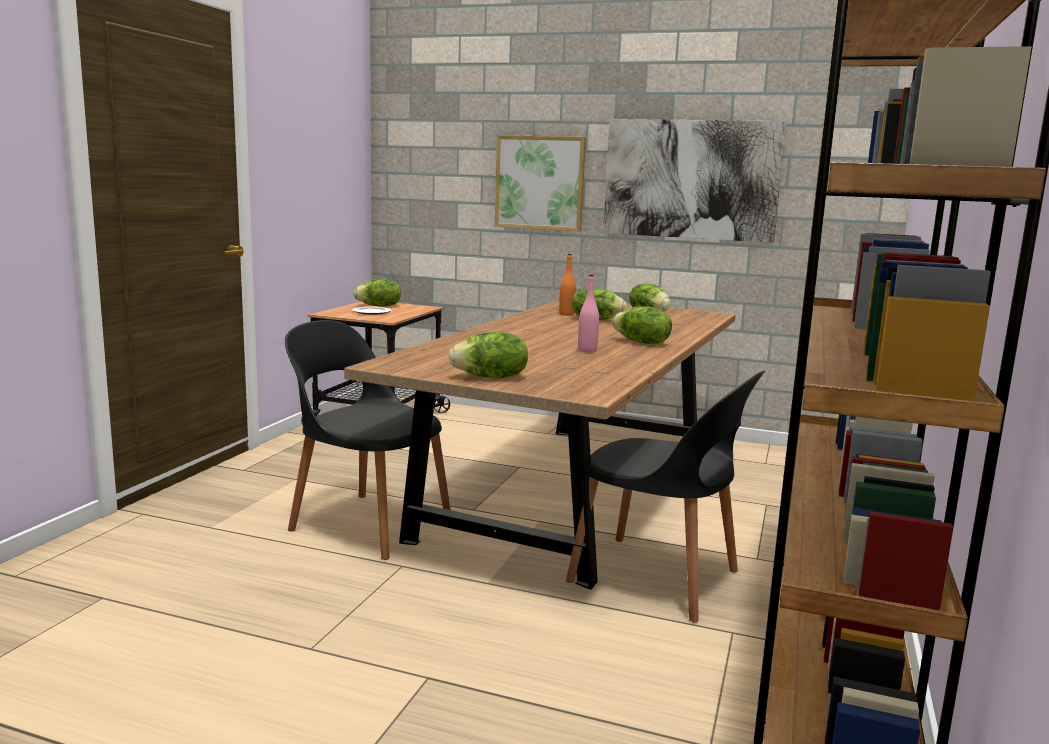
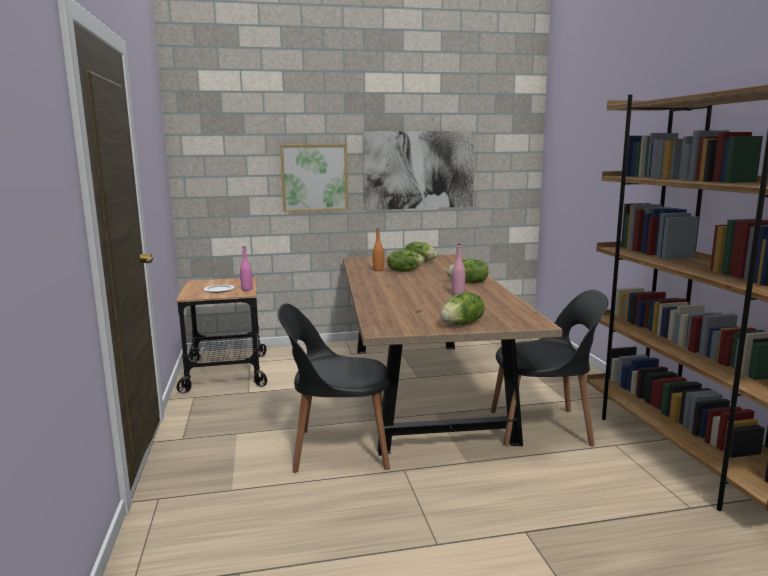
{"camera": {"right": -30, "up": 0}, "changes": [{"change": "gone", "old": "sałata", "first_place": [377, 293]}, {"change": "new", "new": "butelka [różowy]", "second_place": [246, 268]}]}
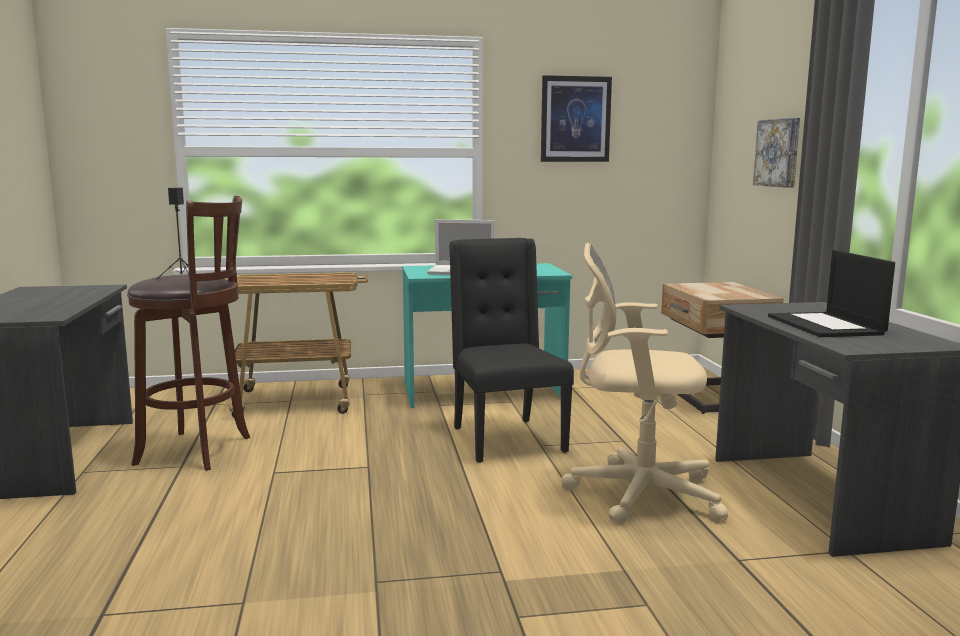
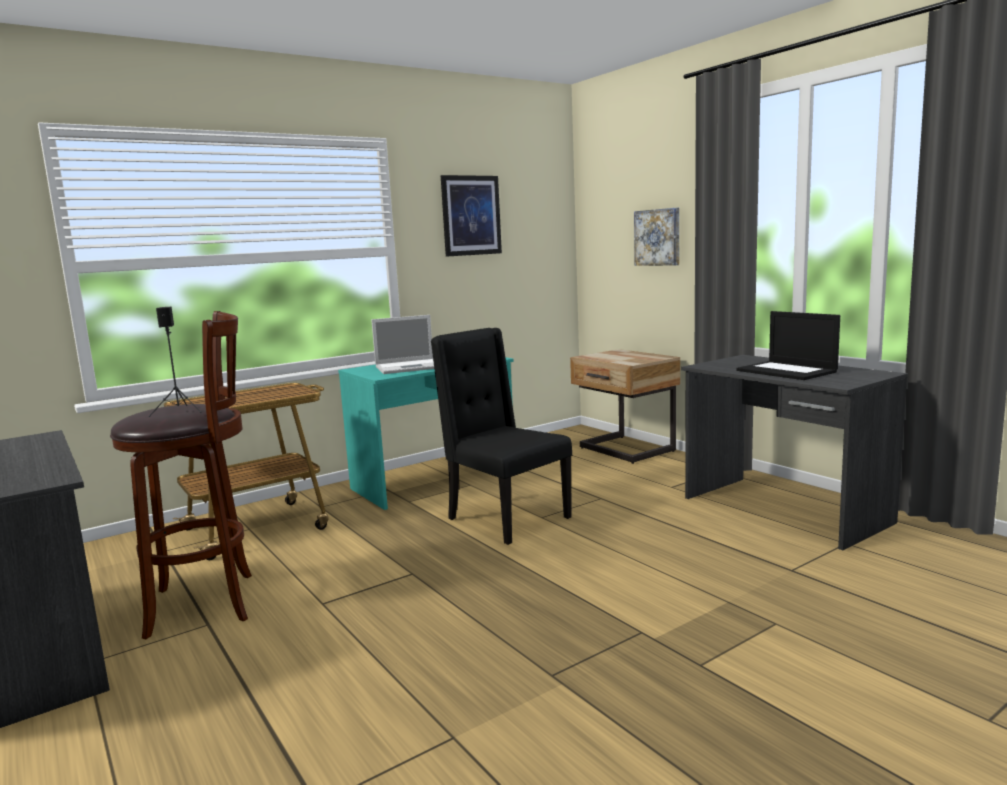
{"camera": {"right": -25, "up": 0}, "changes": [{"change": "gone", "old": "krzesło biurowe [beżowy]", "first_place": [644, 384]}]}
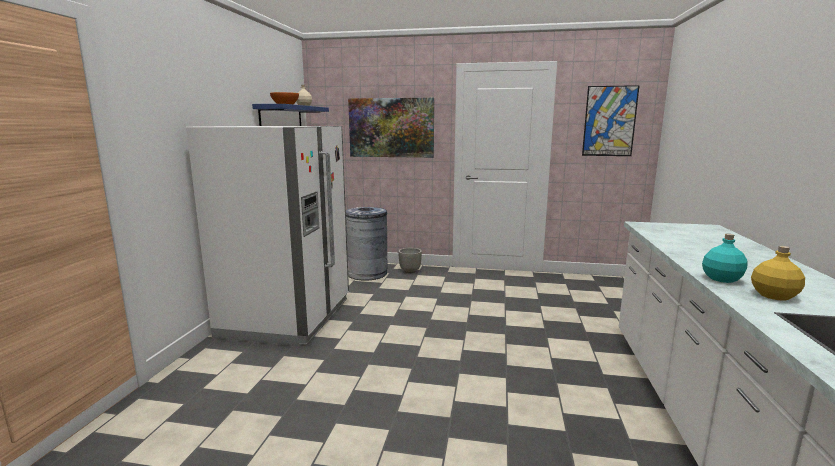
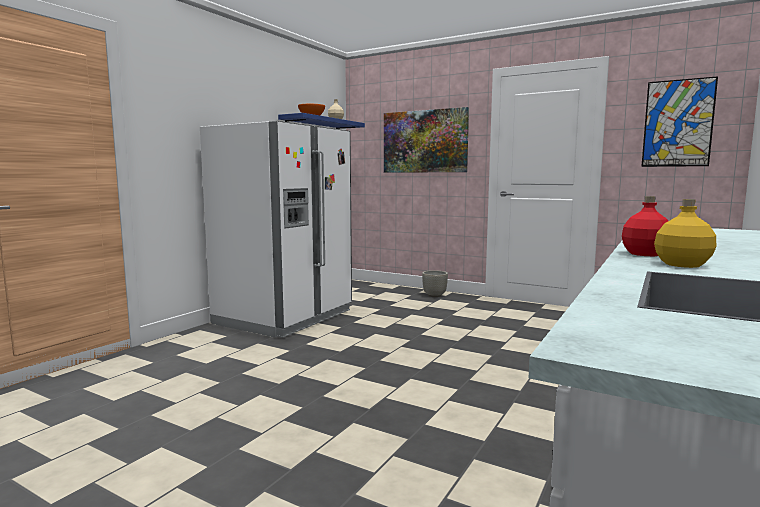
{"camera": {"right": 20, "up": -5}, "changes": [{"change": "gone", "old": "kosz na śmieci [szary]", "first_place": [367, 244]}, {"change": "repainted", "old": "butelka [turkusowy]", "new": "butelka [czerwony]", "first_place": [725, 258], "second_place": [645, 226]}]}
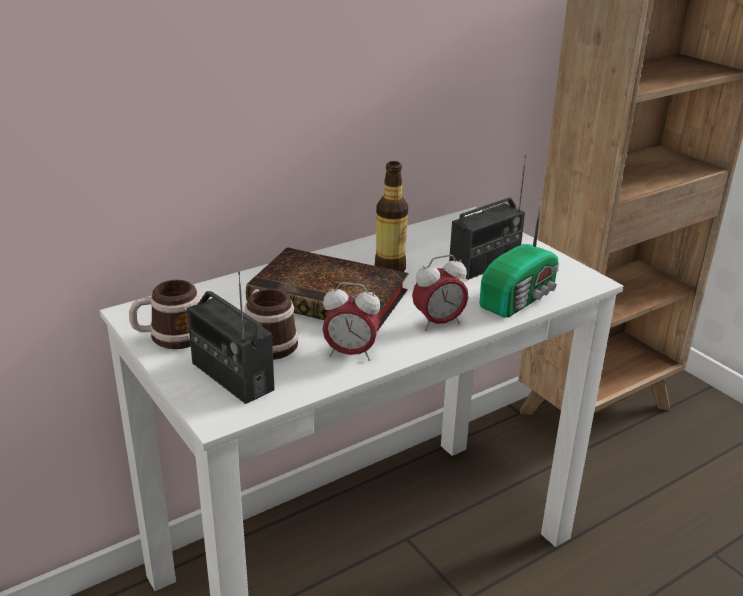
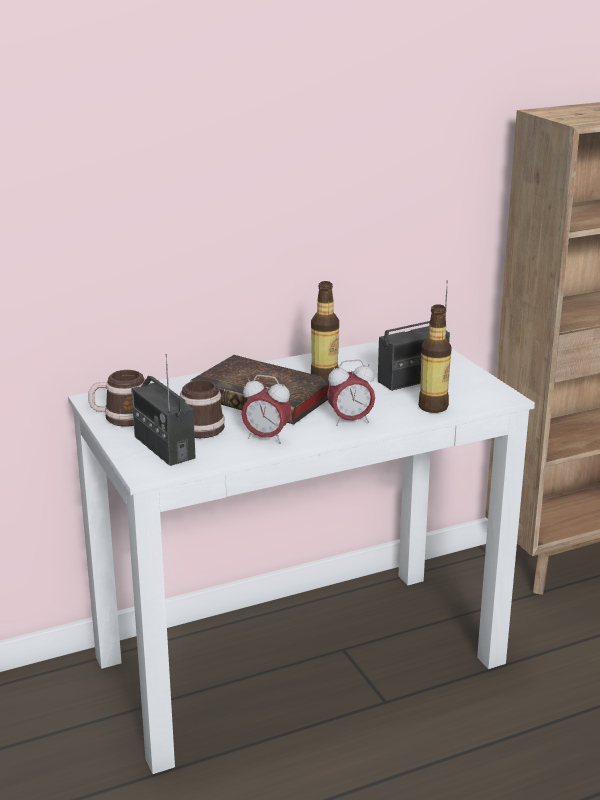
{"camera": {"right": 10, "up": -5}, "changes": [{"change": "swapped", "old": "radio", "new": "butelka", "first_place": [519, 259], "second_place": [435, 358]}]}
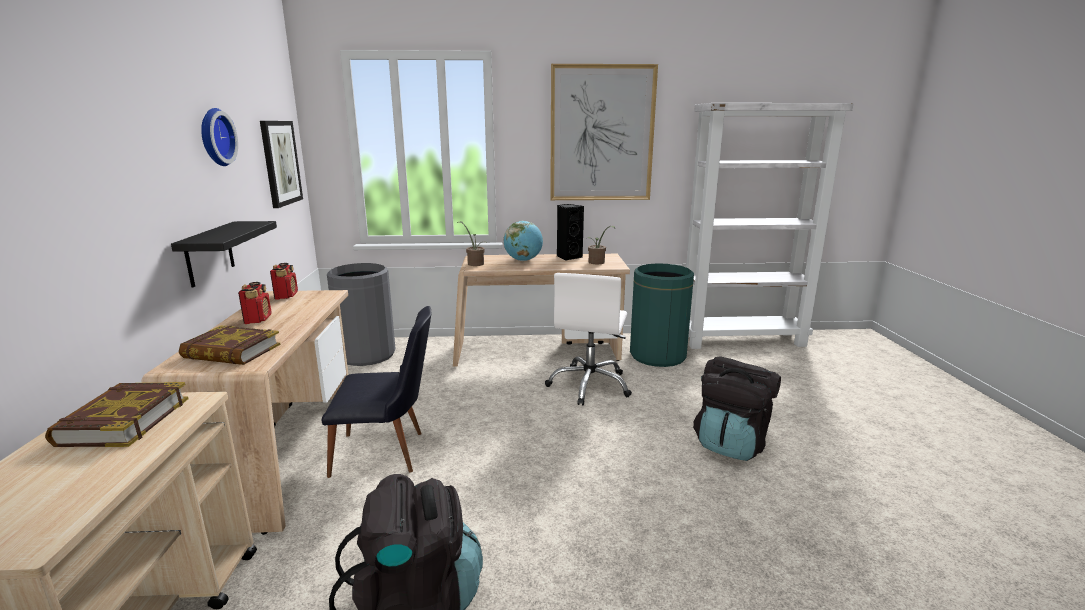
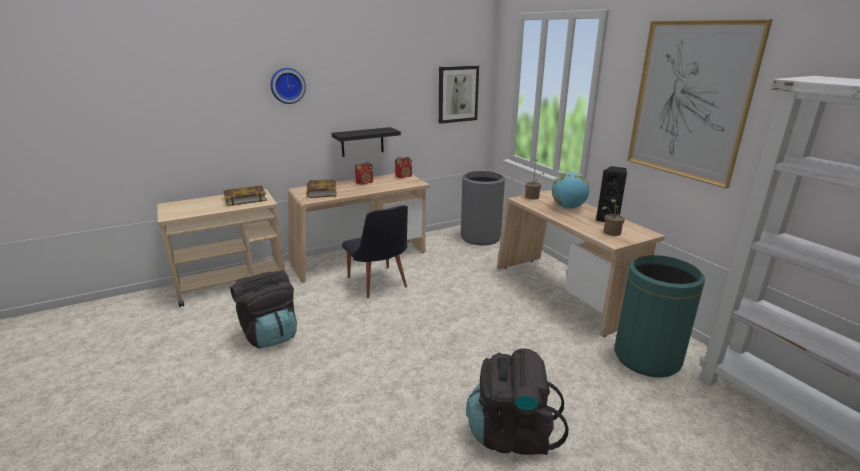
{"camera": {"right": 65, "up": 5}, "changes": [{"change": "gone", "old": "krzesło biurowe [biały]", "first_place": [588, 339]}, {"change": "shifted", "old": "zegar ścienny", "first_place": [219, 137], "second_place": [288, 86]}]}
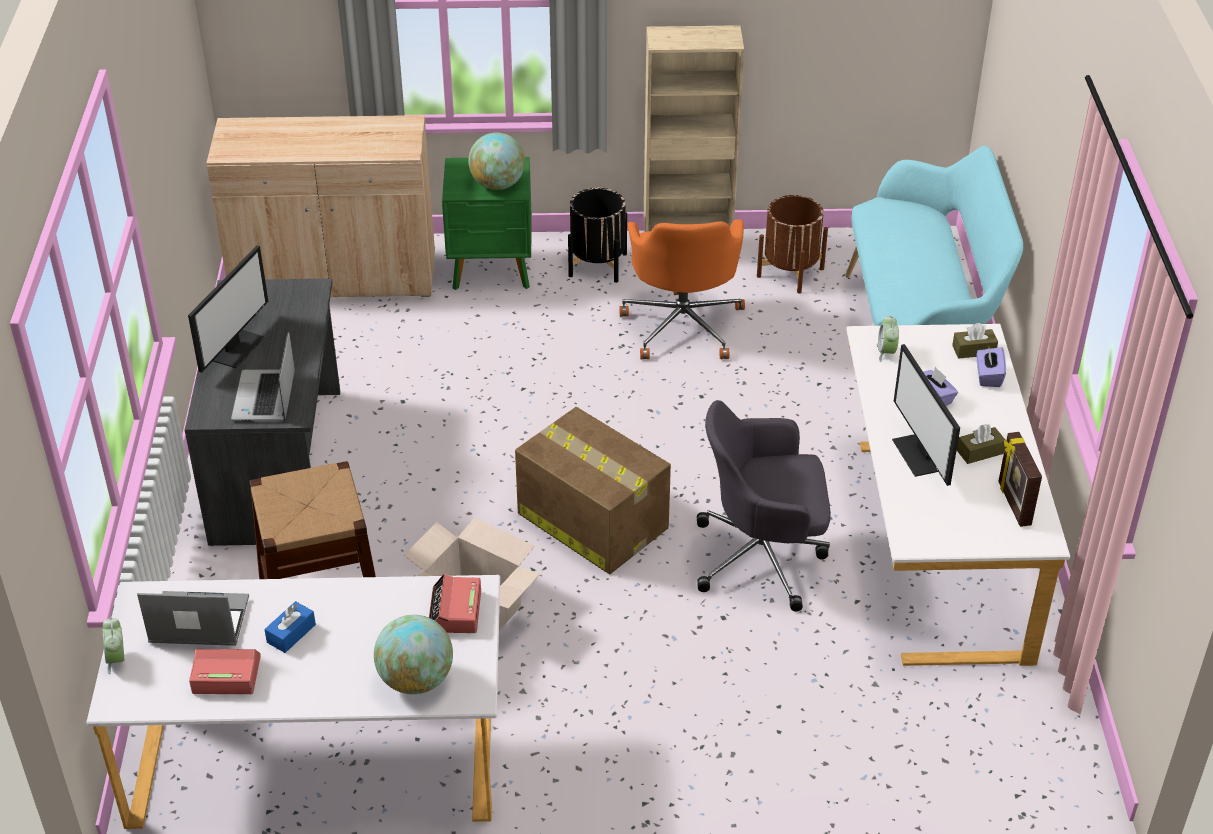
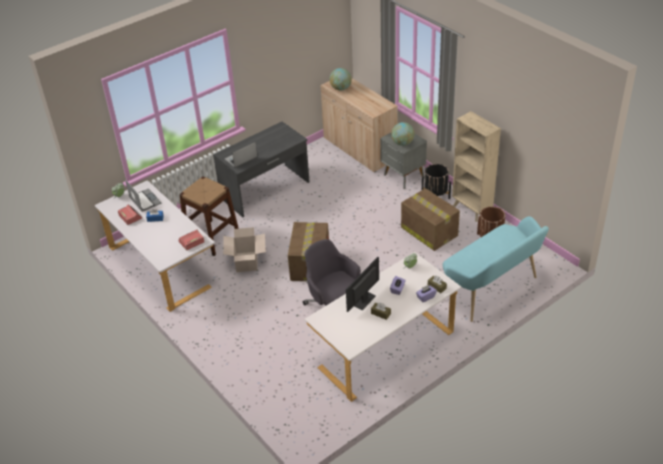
{"camera": {"right": 55, "up": 0}, "changes": [{"change": "gone", "old": "monitor", "first_place": [228, 309]}, {"change": "gone", "old": "ramka na zdjęcie", "first_place": [1020, 479]}, {"change": "shifted", "old": "globus", "first_place": [413, 654], "second_place": [340, 79]}, {"change": "swapped", "old": "krzesło biurowe [pomarańczowy]", "new": "karton", "first_place": [682, 289], "second_place": [430, 219]}, {"change": "repainted", "old": "szafka nocna [zielony]", "new": "szafka nocna [szary]", "first_place": [487, 223], "second_place": [403, 161]}]}
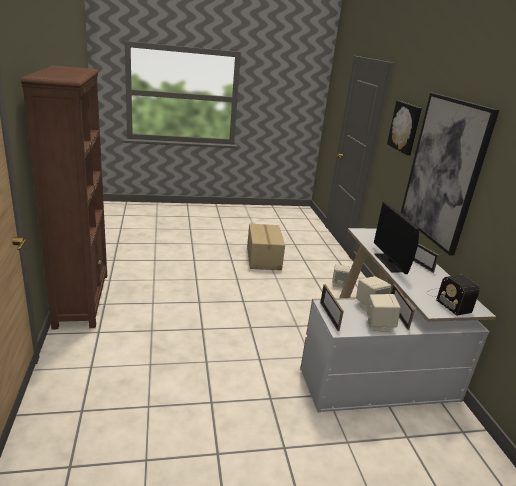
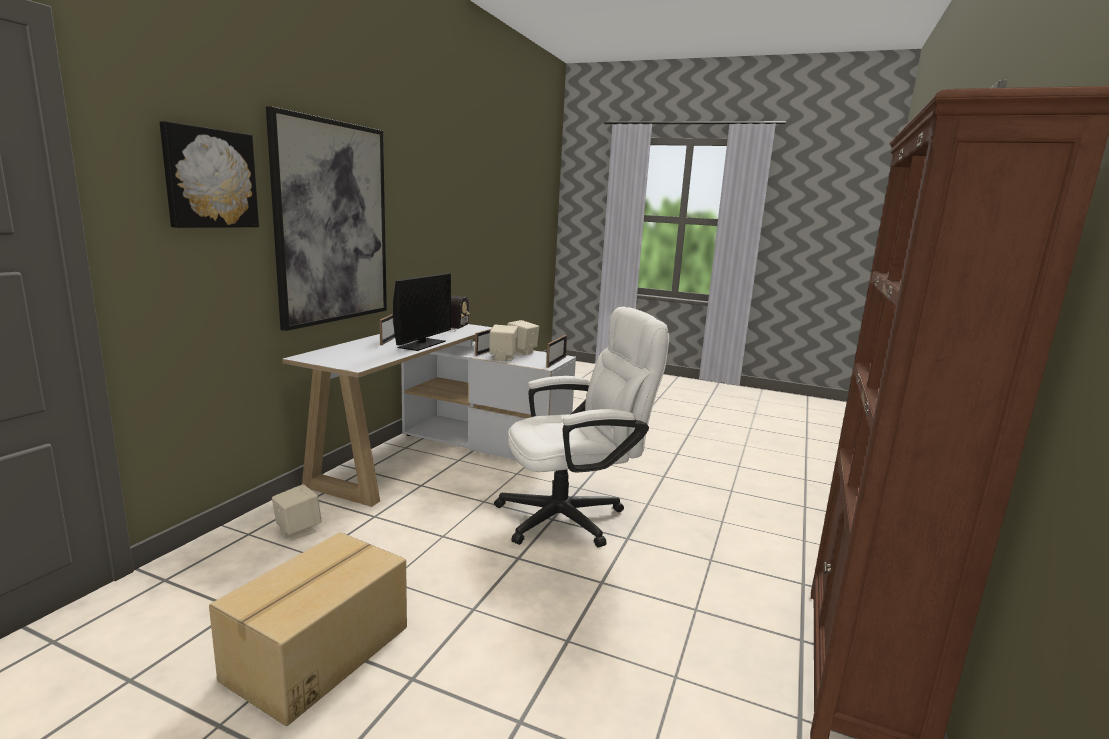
{"camera": {"right": -145, "up": -10}, "changes": [{"change": "new", "new": "krzesło biurowe [biały]", "second_place": [581, 427]}]}
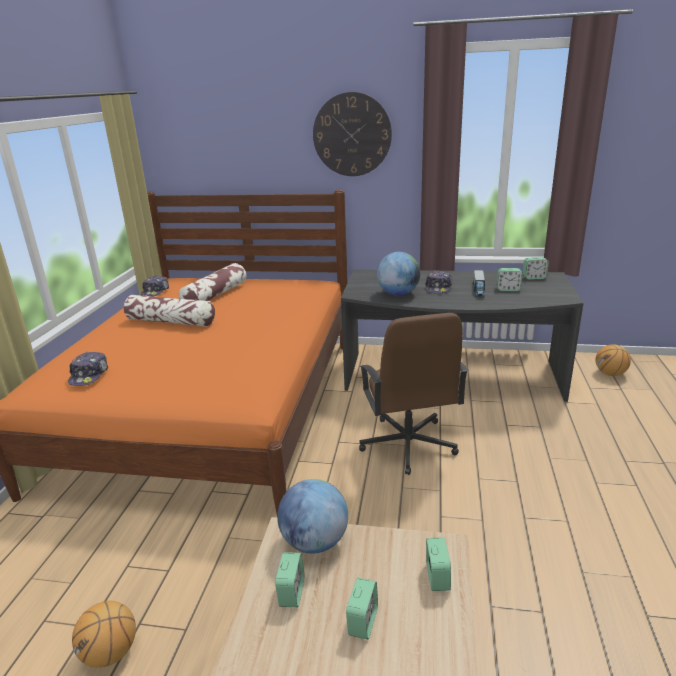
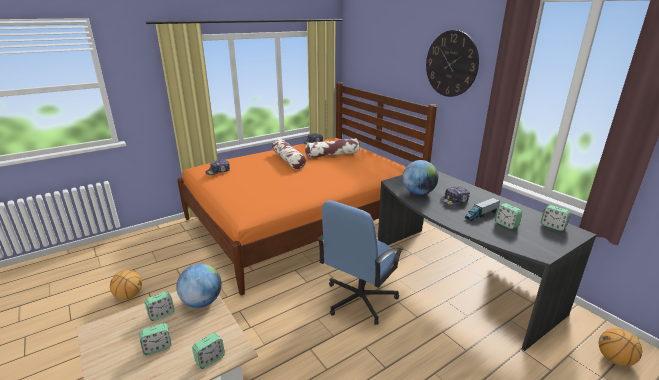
{"camera": {"right": 45, "up": 0}, "changes": [{"change": "repainted", "old": "krzesło biurowe [brązowy]", "new": "krzesło biurowe [niebieski]", "first_place": [413, 394], "second_place": [360, 262]}]}
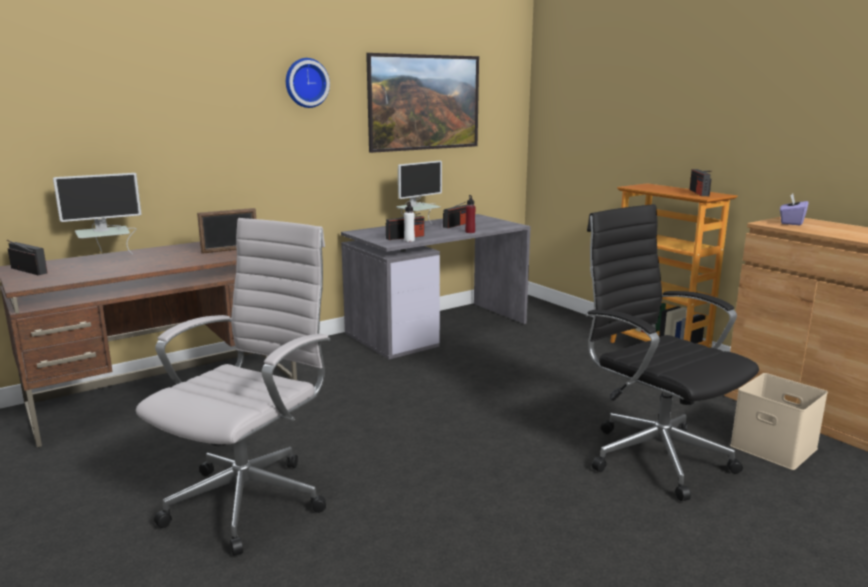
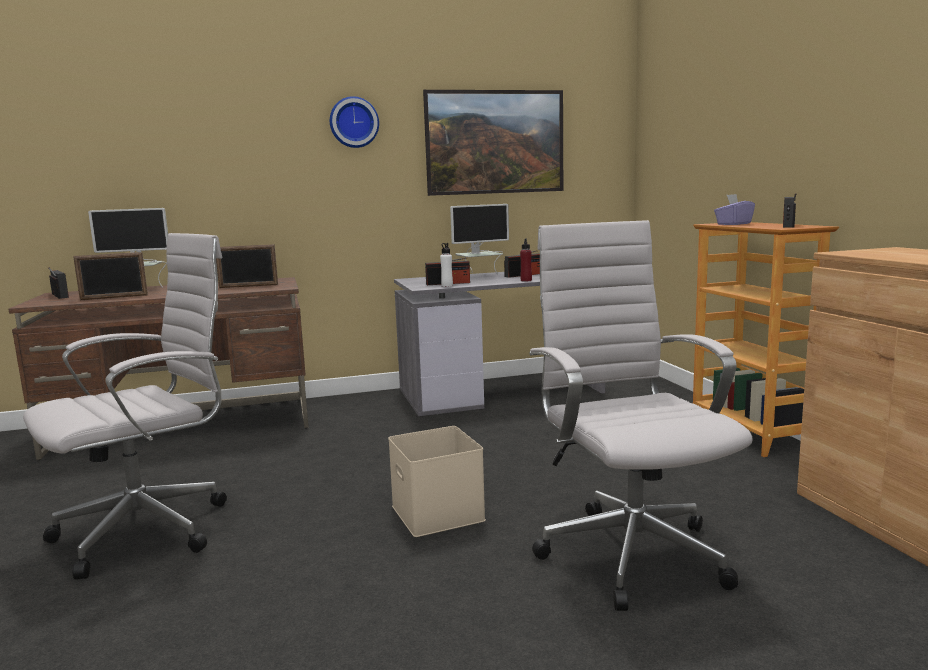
{"camera": {"right": 20, "up": -5}, "changes": [{"change": "new", "new": "ramka na zdjęcie", "second_place": [110, 276]}, {"change": "shifted", "old": "pojemnik do przechowywania [beżowy]", "first_place": [779, 421], "second_place": [437, 481]}, {"change": "shifted", "old": "pudełko chusteczek [fioletowy]", "first_place": [794, 209], "second_place": [734, 209]}, {"change": "repainted", "old": "krzesło biurowe [czarny]", "new": "krzesło biurowe [biały]", "first_place": [672, 352], "second_place": [641, 415]}]}
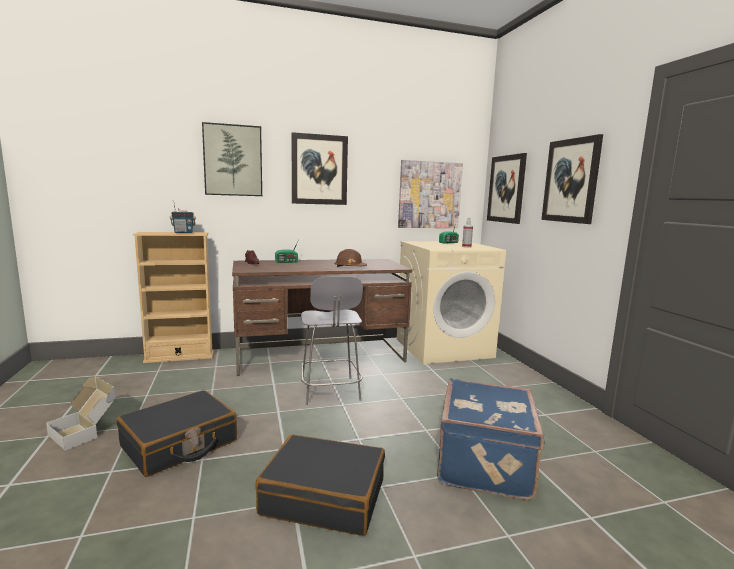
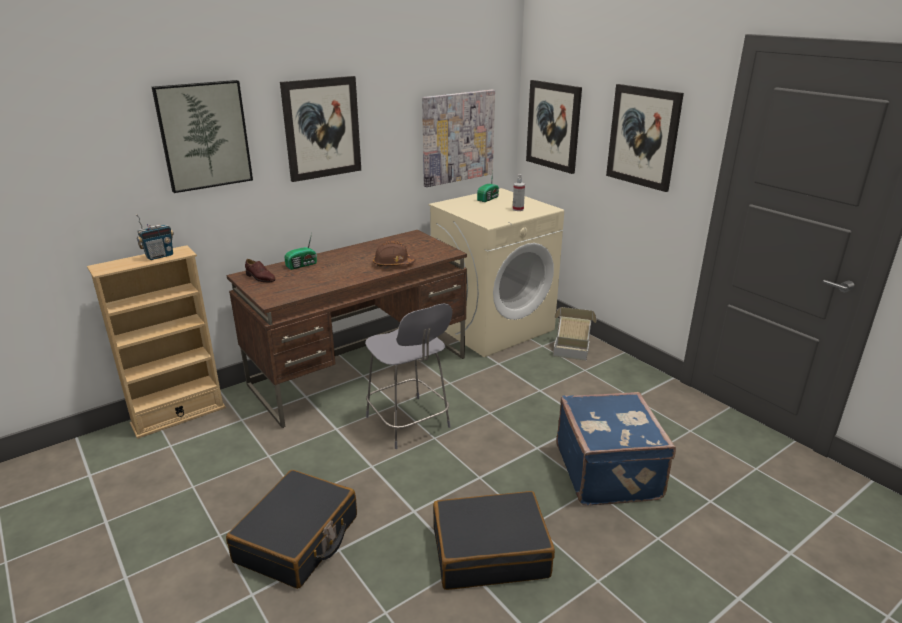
{"camera": {"right": -20, "up": 15}, "changes": [{"change": "shifted", "old": "karton", "first_place": [80, 413], "second_place": [575, 334]}]}
